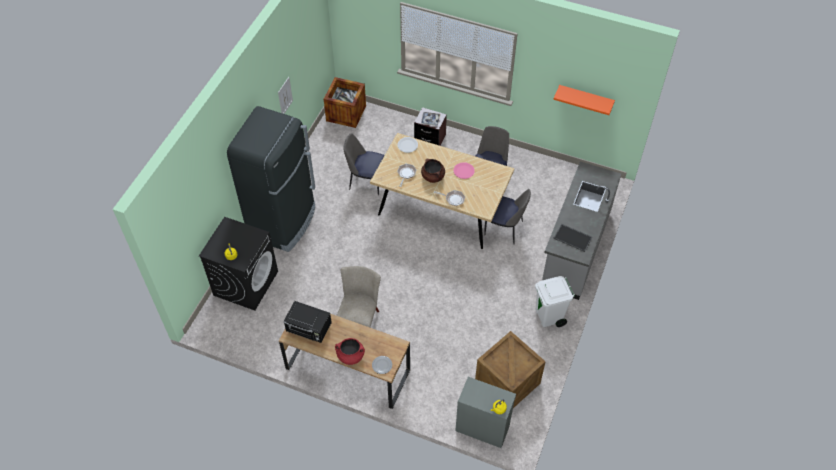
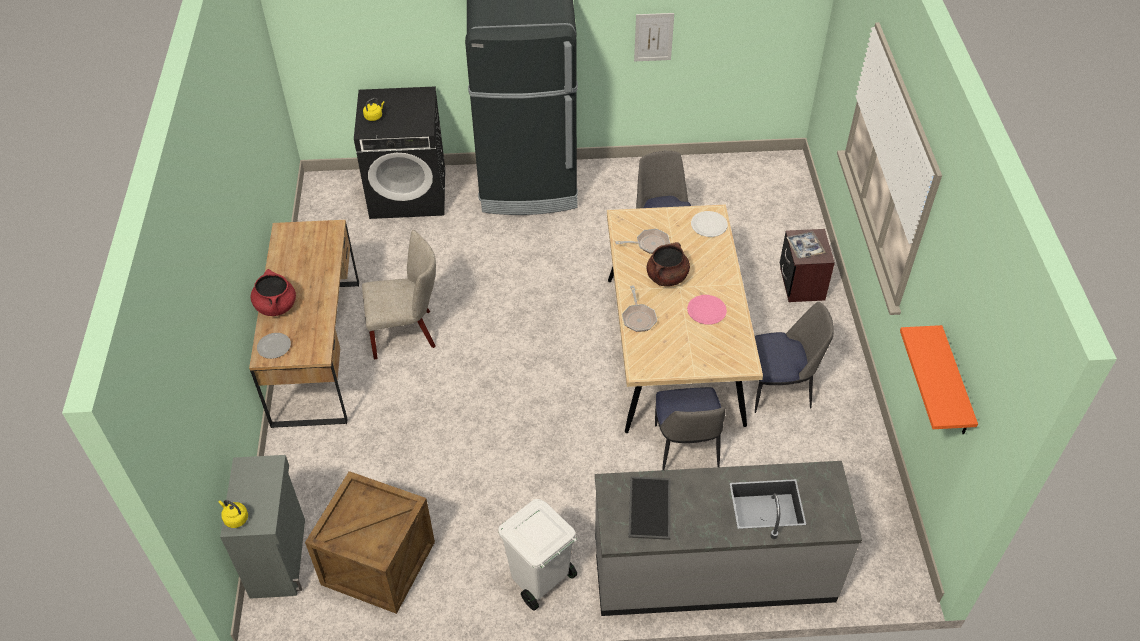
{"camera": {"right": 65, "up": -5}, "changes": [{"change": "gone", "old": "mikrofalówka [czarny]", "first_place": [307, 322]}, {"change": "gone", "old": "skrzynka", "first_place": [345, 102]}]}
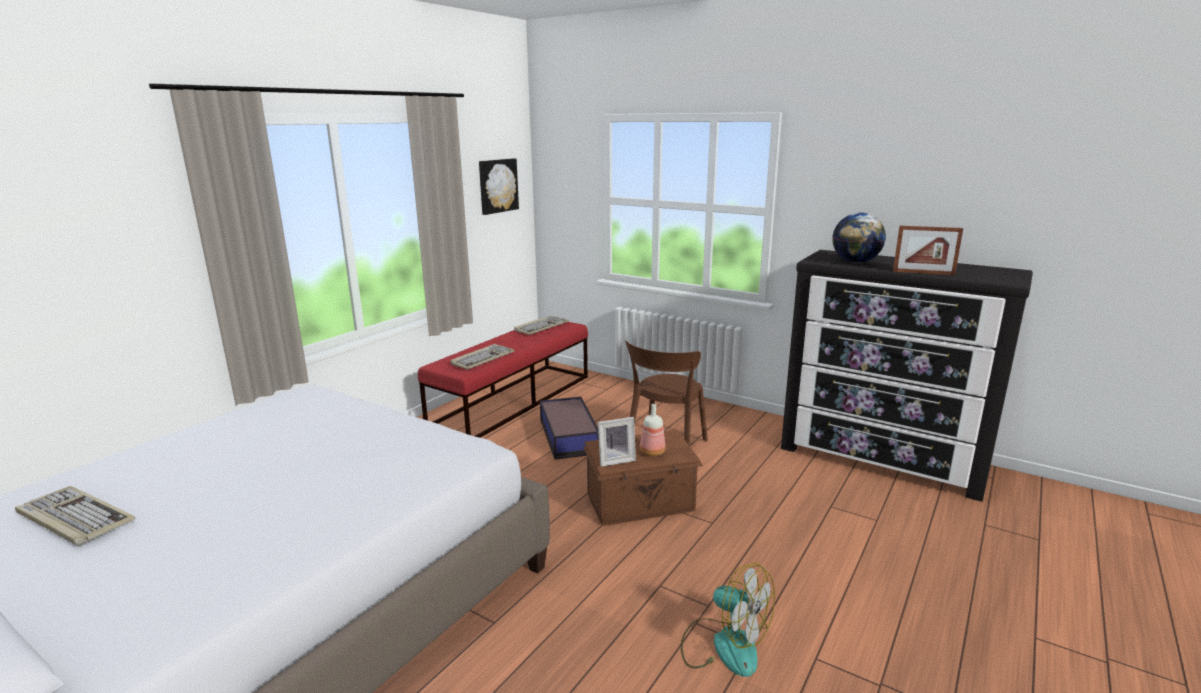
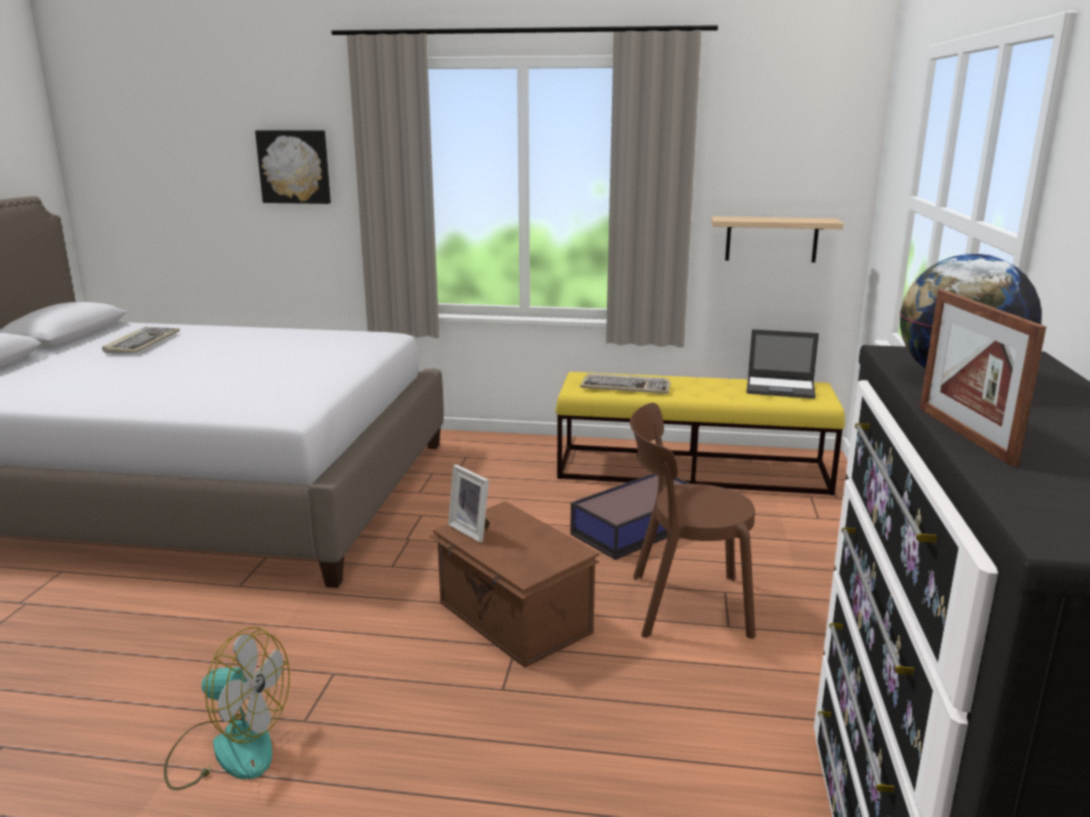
{"camera": {"right": 65, "up": 0}, "changes": [{"change": "gone", "old": "butelka", "first_place": [652, 430]}, {"change": "new", "new": "półka", "second_place": [777, 239]}, {"change": "shifted", "old": "obraz", "first_place": [499, 186], "second_place": [293, 167]}, {"change": "swapped", "old": "klawiatura", "new": "laptop", "first_place": [541, 325], "second_place": [782, 364]}, {"change": "repainted", "old": "ławka [czerwony]", "new": "ławka [żółty]", "first_place": [503, 380], "second_place": [700, 433]}, {"change": "rotated", "old": "wentylator", "first_place": [728, 620], "second_place": [227, 708], "degrees": -90}]}
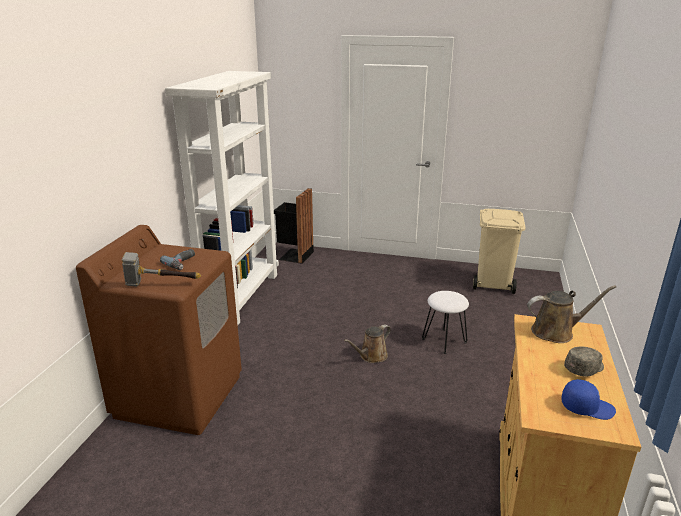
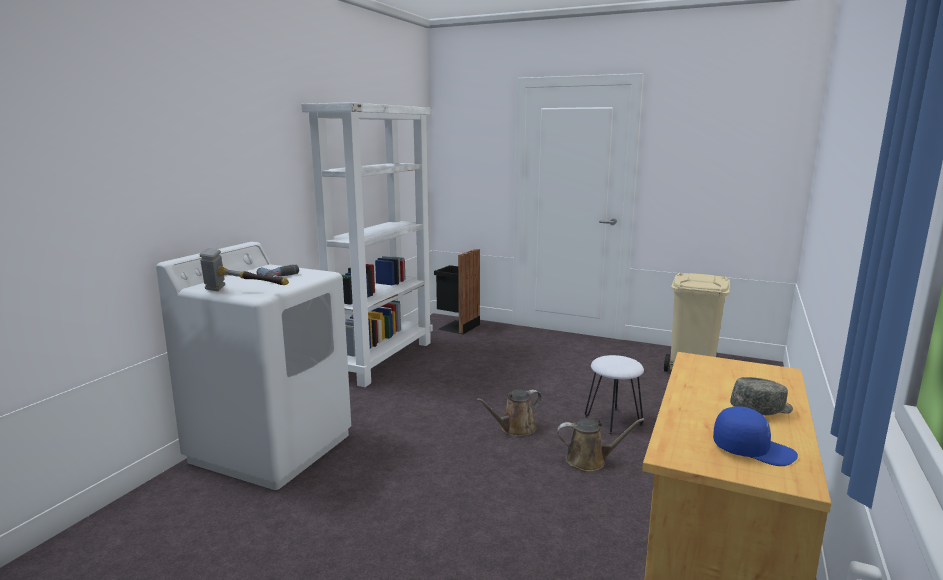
{"camera": {"right": 10, "up": -10}, "changes": [{"change": "shifted", "old": "konewka [brązowy]", "first_place": [571, 314], "second_place": [600, 445]}, {"change": "repainted", "old": "pralka [brązowy]", "new": "pralka [biały]", "first_place": [159, 330], "second_place": [253, 366]}]}
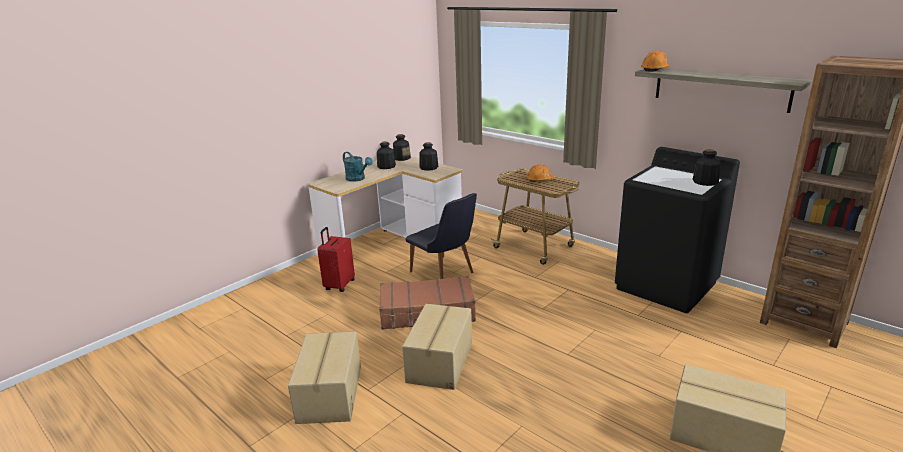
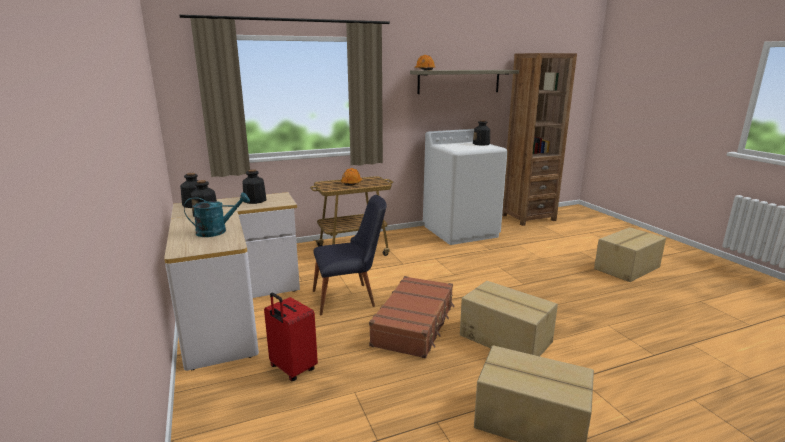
{"camera": {"right": -65, "up": -5}, "changes": [{"change": "repainted", "old": "pralka [czarny]", "new": "pralka [biały]", "first_place": [677, 230], "second_place": [465, 187]}]}
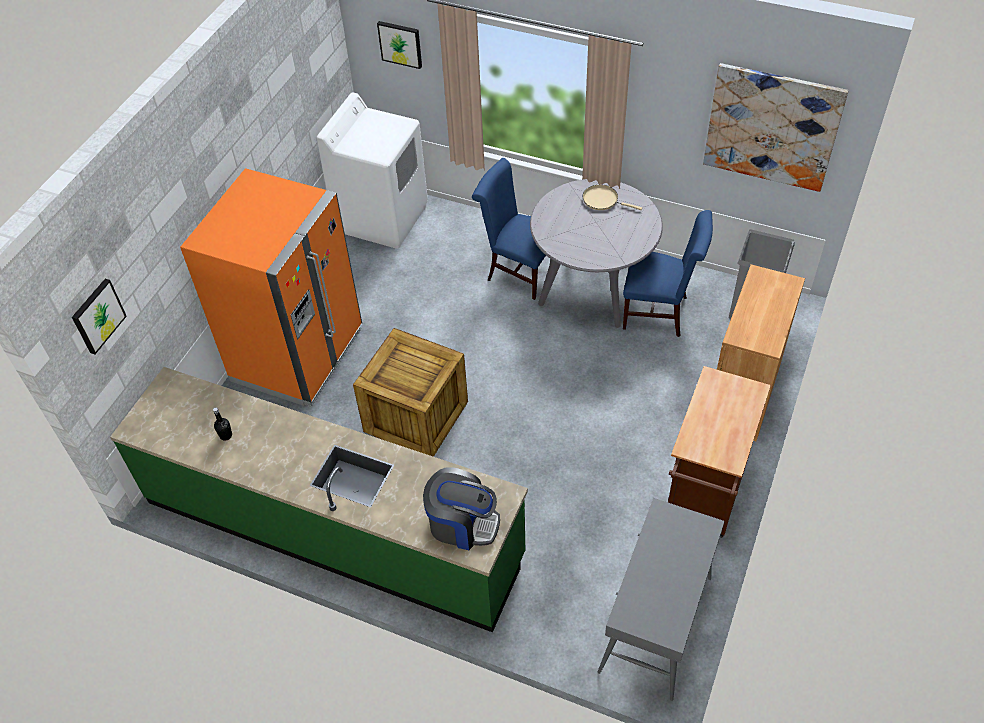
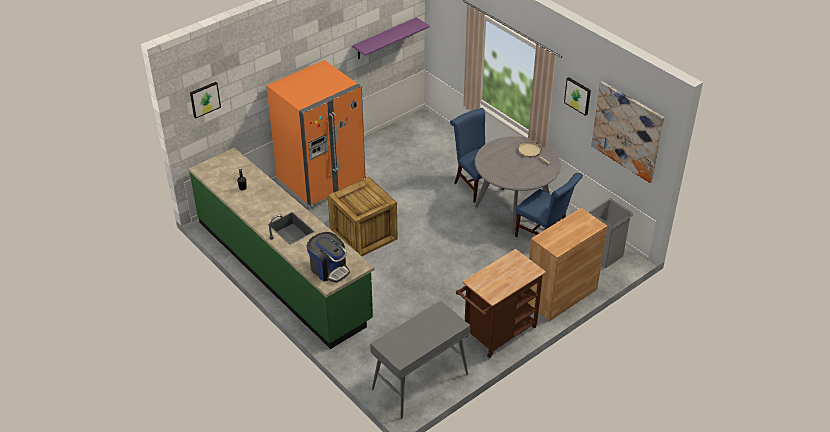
{"camera": {"right": 25, "up": -10}, "changes": [{"change": "gone", "old": "pralka [biały]", "first_place": [372, 171]}, {"change": "new", "new": "półka [fioletowy]", "second_place": [391, 38]}, {"change": "shifted", "old": "obraz", "first_place": [399, 45], "second_place": [577, 96]}]}
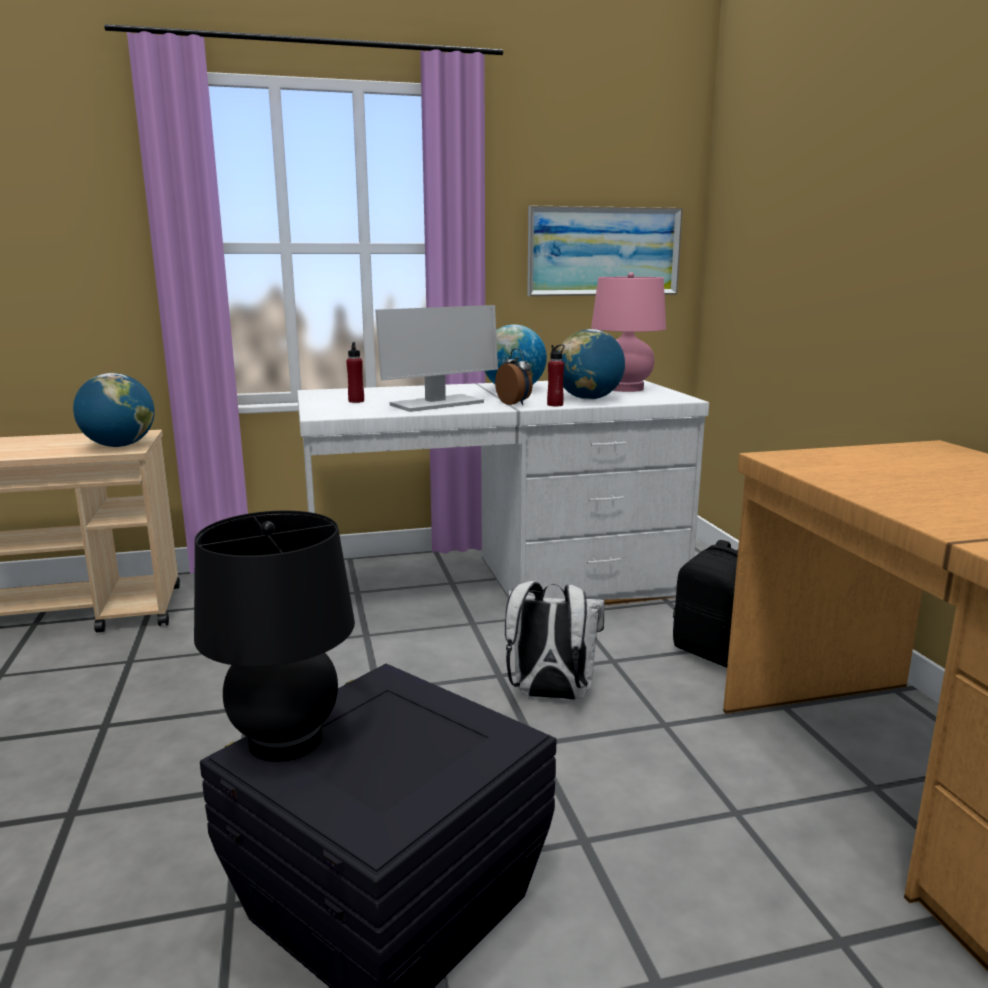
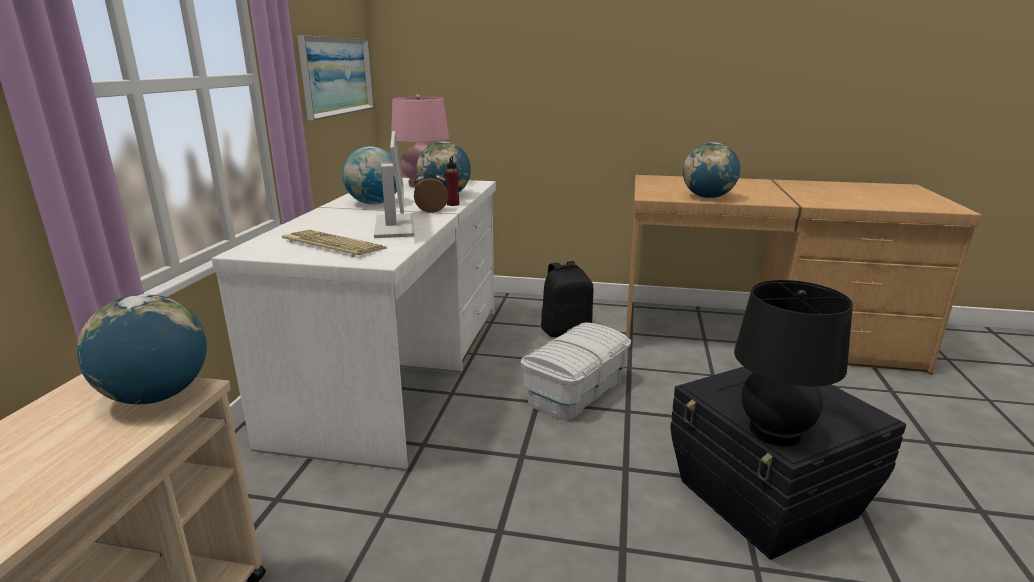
{"camera": {"right": -65, "up": 5}, "changes": [{"change": "new", "new": "globus", "second_place": [711, 170]}, {"change": "swapped", "old": "butelka [czerwony]", "new": "klawiatura", "first_place": [355, 372], "second_place": [334, 243]}, {"change": "swapped", "old": "plecak [biały]", "new": "pojemnik do przechowywania [biały]", "first_place": [555, 640], "second_place": [575, 372]}]}
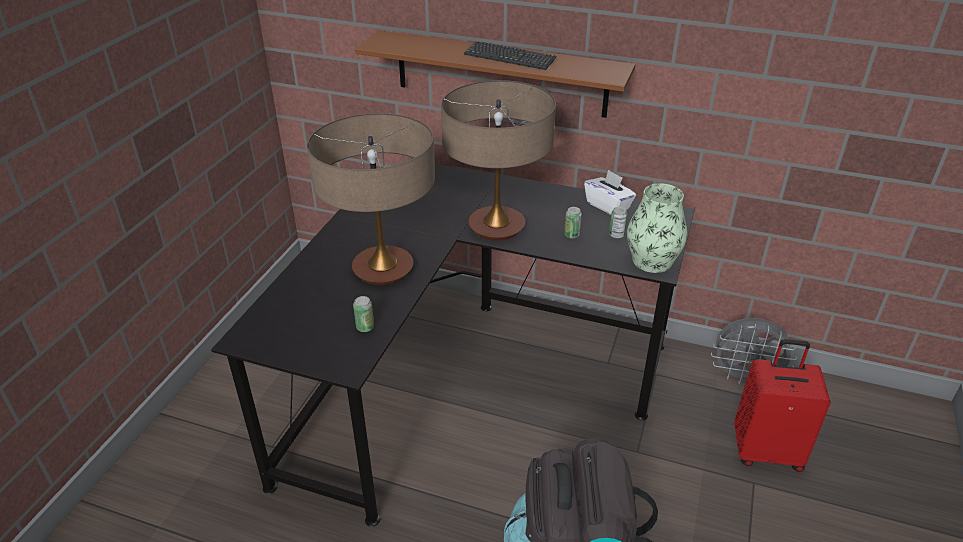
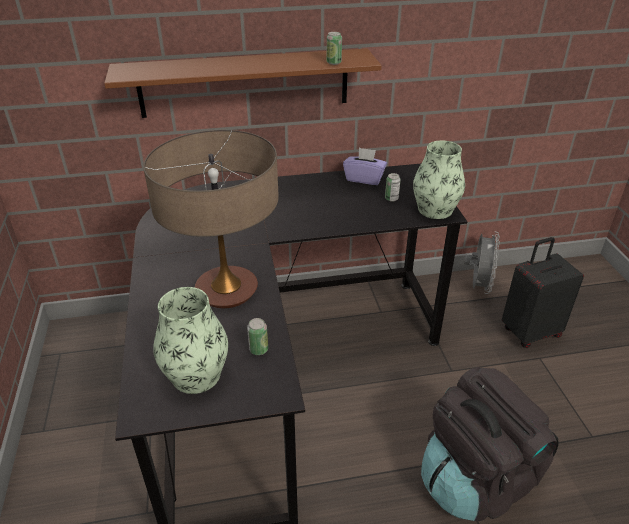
{"camera": {"right": -30, "up": 0}, "changes": [{"change": "gone", "old": "lampa stołowa", "first_place": [498, 160]}, {"change": "gone", "old": "klawiatura", "first_place": [510, 55]}, {"change": "new", "new": "wazon", "second_place": [190, 340]}, {"change": "shifted", "old": "puszka", "first_place": [573, 223], "second_place": [334, 48]}, {"change": "repainted", "old": "pudełko chusteczek [biały]", "new": "pudełko chusteczek [fioletowy]", "first_place": [610, 192], "second_place": [365, 166]}, {"change": "repainted", "old": "walizka [czerwony]", "new": "walizka [czarny]", "first_place": [782, 405], "second_place": [543, 292]}, {"change": "rotated", "old": "wentylator [szary]", "first_place": [754, 351], "second_place": [482, 263], "degrees": -60}]}
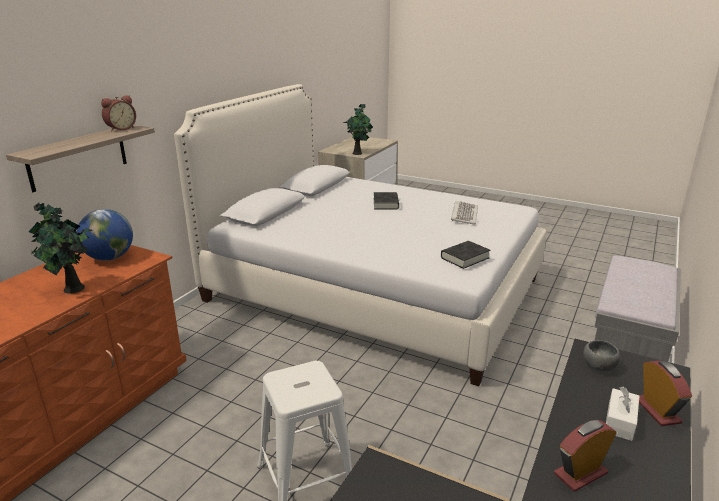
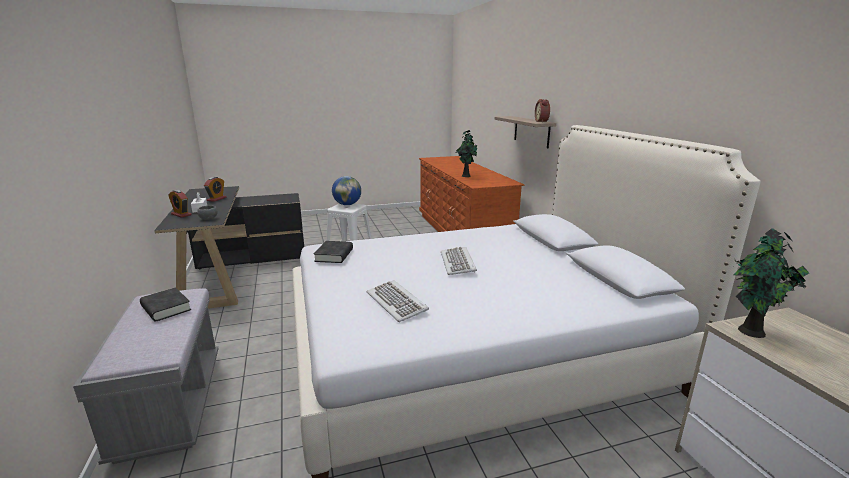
{"camera": {"right": 135, "up": -5}, "changes": [{"change": "new", "new": "klawiatura", "second_place": [459, 261]}, {"change": "shifted", "old": "globus", "first_place": [105, 235], "second_place": [346, 190]}, {"change": "shifted", "old": "książka [czarny]", "first_place": [386, 200], "second_place": [165, 304]}]}
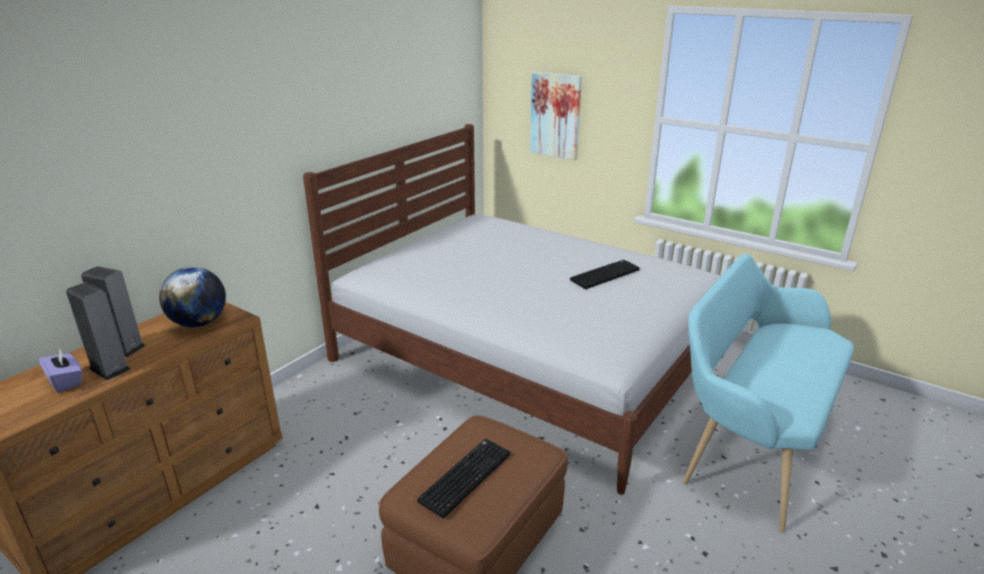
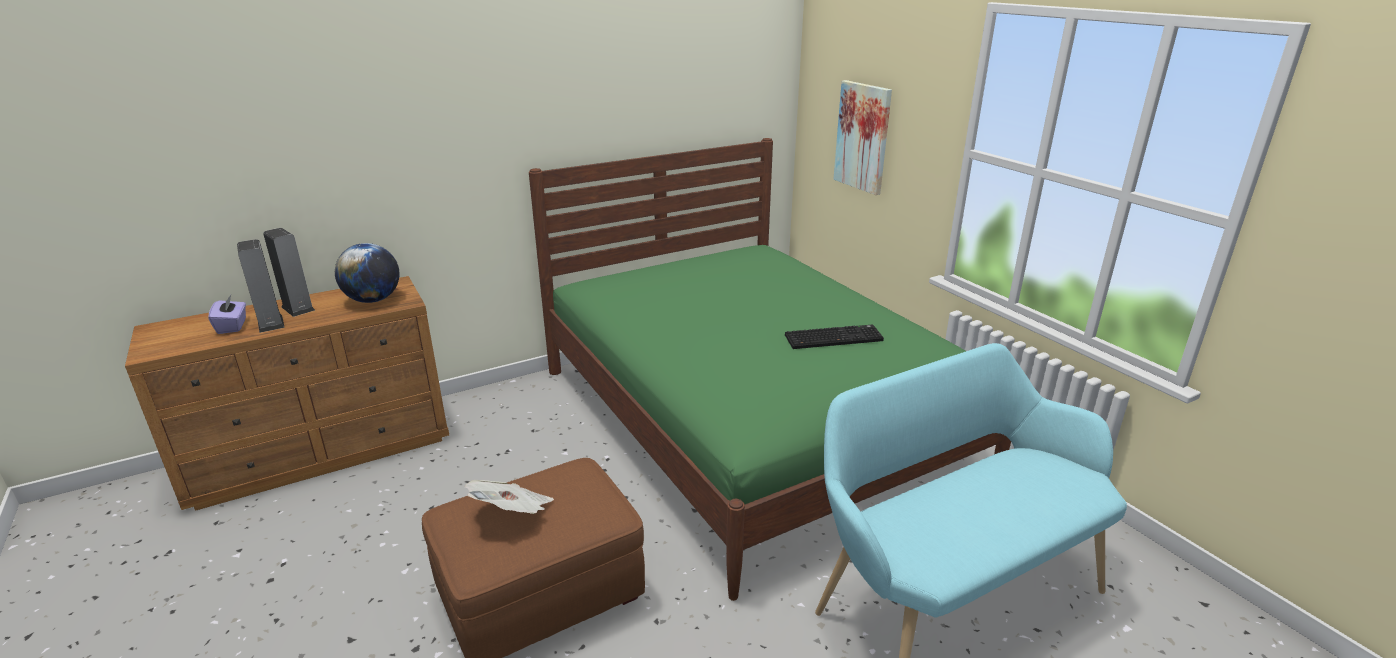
{"camera": {"right": 25, "up": 0}, "changes": [{"change": "swapped", "old": "klawiatura", "new": "gazeta", "first_place": [463, 478], "second_place": [509, 497]}, {"change": "repainted", "old": "łóżko [biały]", "new": "łóżko [zielony]", "first_place": [513, 309], "second_place": [770, 369]}]}
